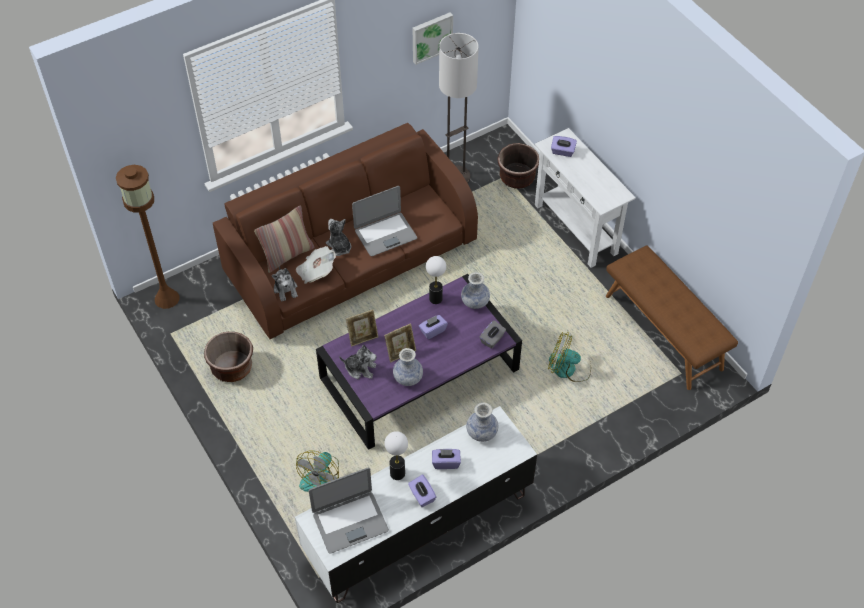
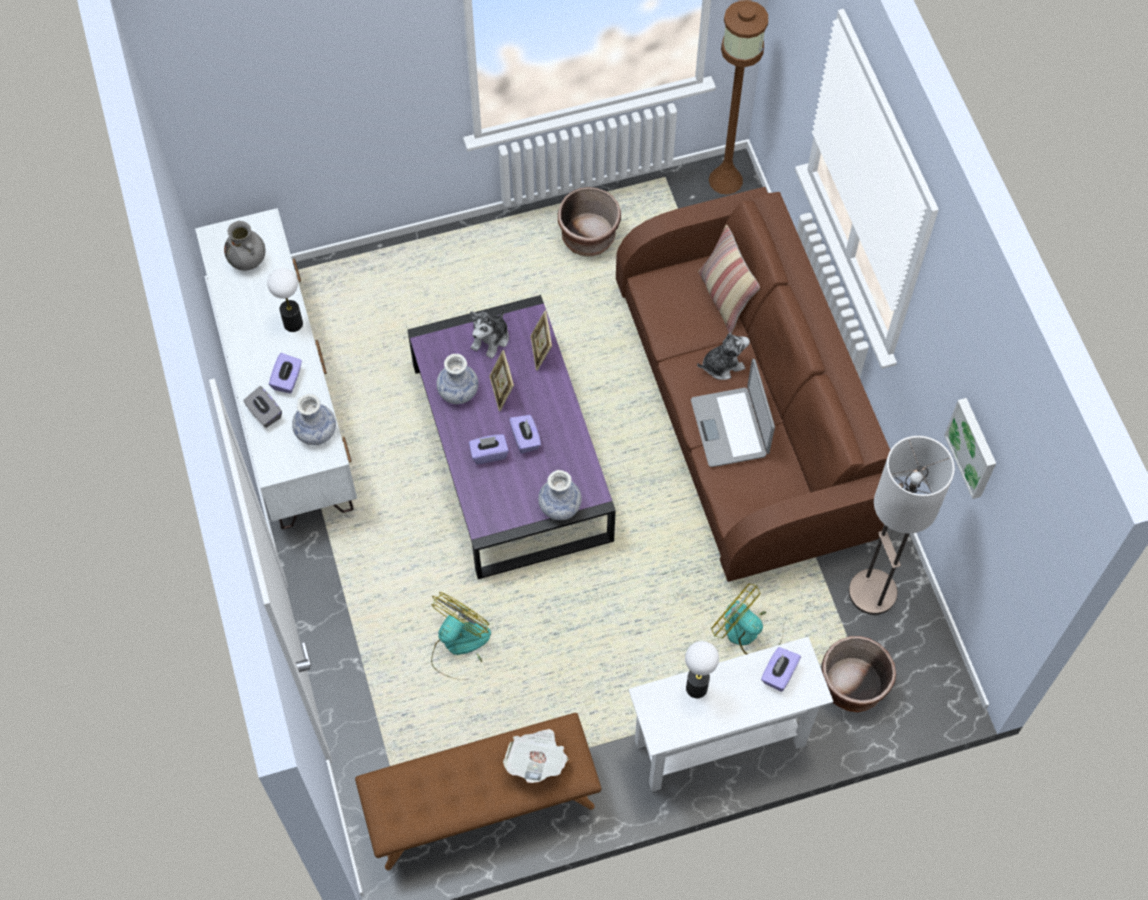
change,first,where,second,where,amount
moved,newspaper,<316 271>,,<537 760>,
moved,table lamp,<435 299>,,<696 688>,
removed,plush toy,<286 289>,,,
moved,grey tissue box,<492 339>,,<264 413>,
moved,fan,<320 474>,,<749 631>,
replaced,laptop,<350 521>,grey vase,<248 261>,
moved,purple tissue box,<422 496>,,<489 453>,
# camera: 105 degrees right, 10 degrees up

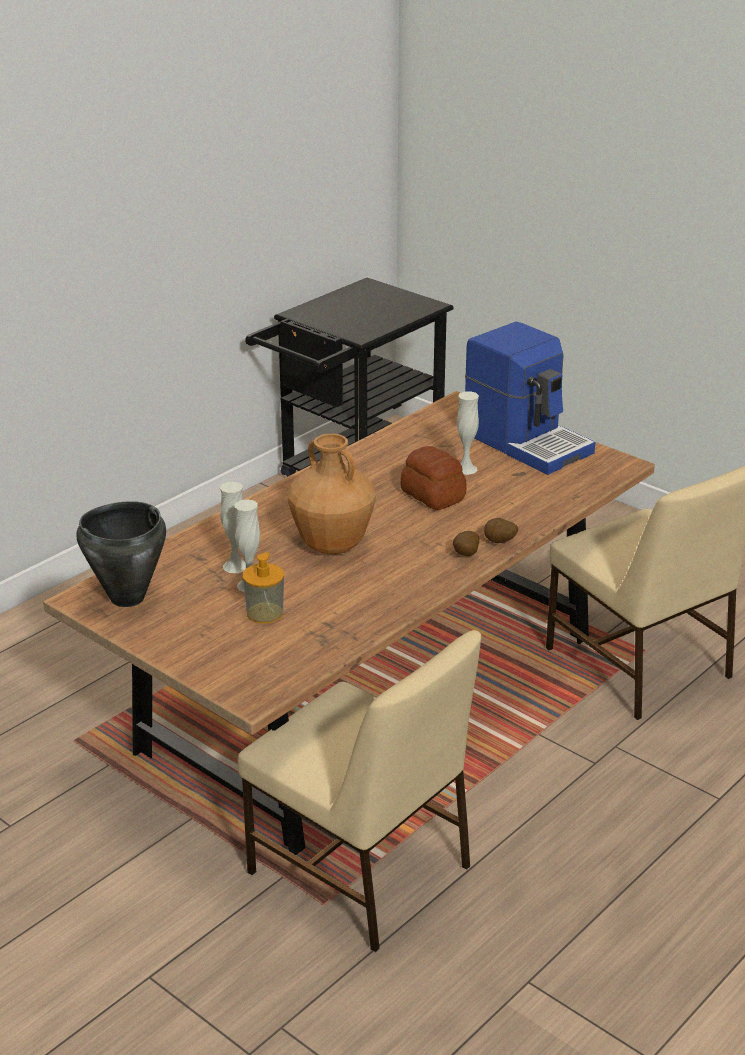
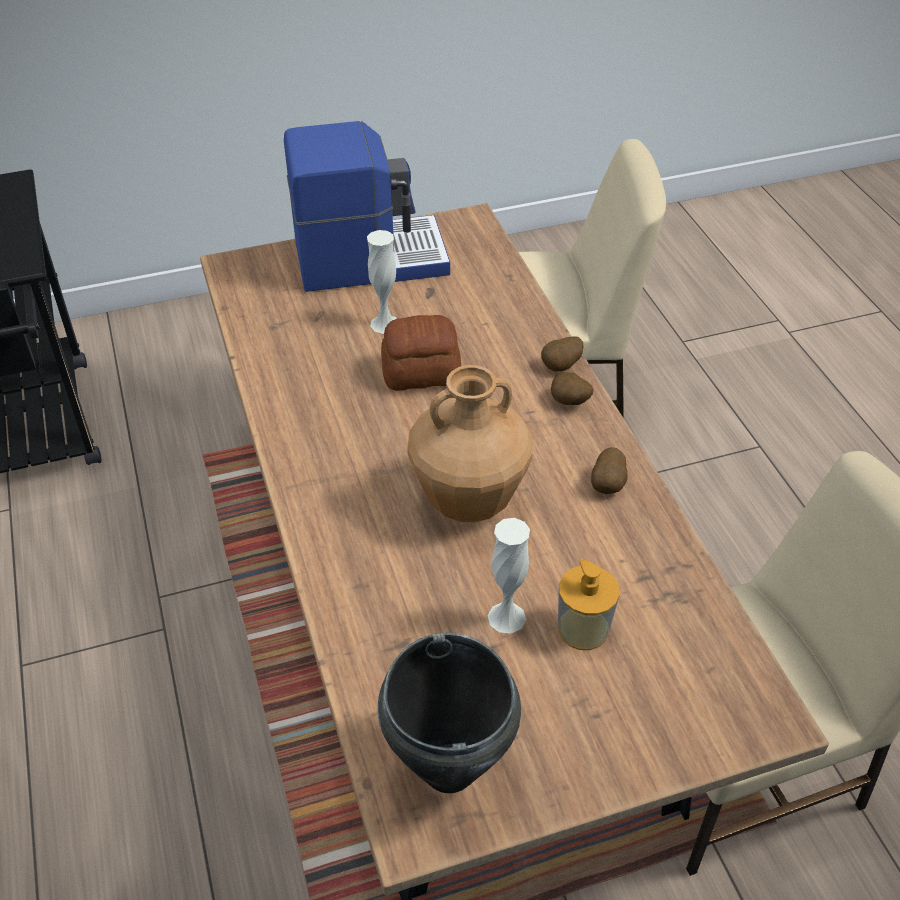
change,first,where,second,where,amount
removed,white vase,<235 566>,,,
added,,,potato,<608 485>,
# camera: 60 degrees left, 15 degrees up

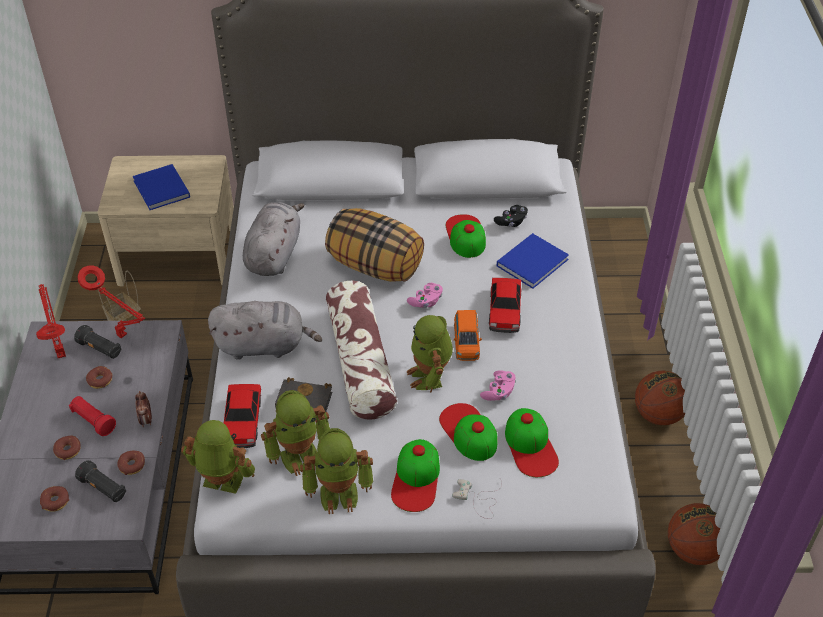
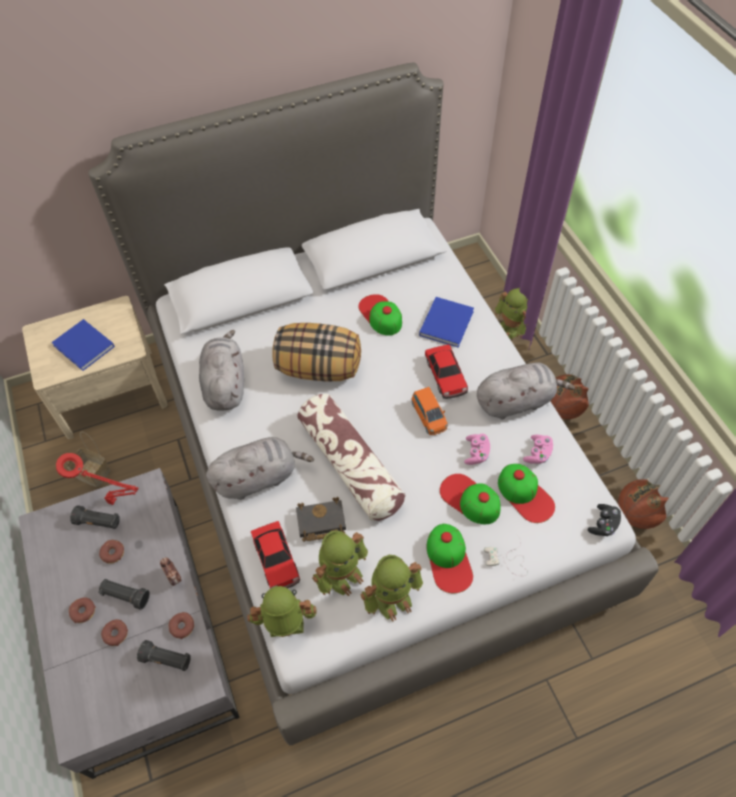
change,first,where,second,where,amount
moved,black game controller,<511 222>,,<603 524>,
moved,pink game controller,<426 301>,,<537 453>,
removed,red table lamp,<61 353>,,,
moved,toy robot,<430 376>,,<510 328>,
recoloured,red flashlight,<93 421>,black flashlight,<126 596>,
moved,donut,<55 501>,,<83 611>,
added,,,grey plush toy,<516 401>,
# camera: 20 degrees left, 10 degrees up

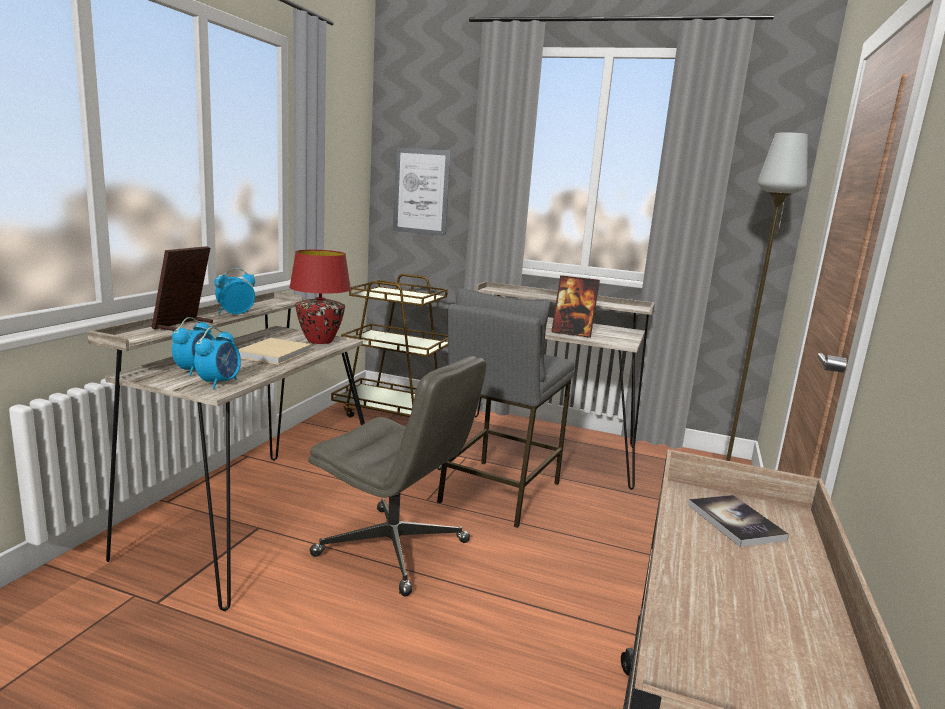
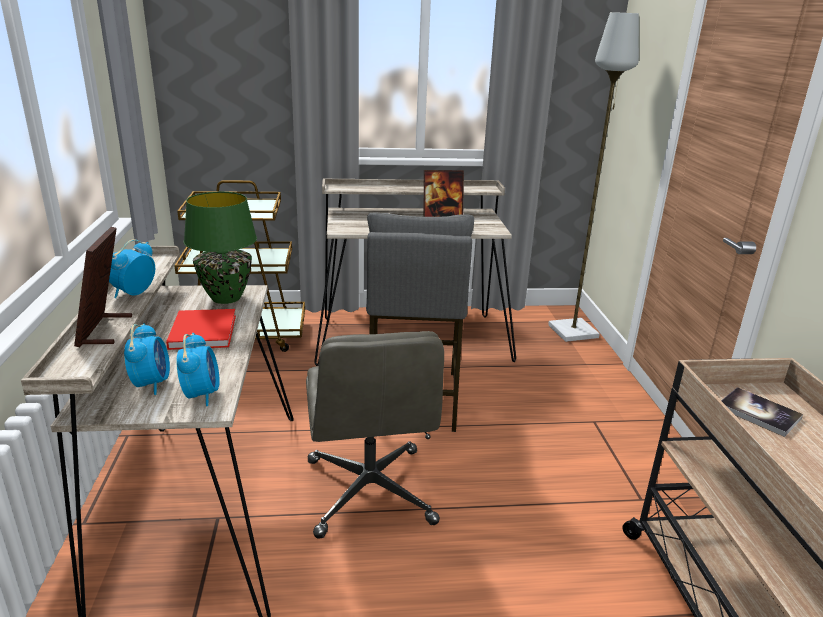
change,first,where,second,where,amount
removed,picture,<421 191>,,,
recoloured,red table lamp,<320 341>,green table lamp,<226 298>,
recoloured,beige book,<275 353>,red book,<203 330>,
turned,grey office chair,<394 549>,,<370 492>,75 degrees clockwise
# camera: 25 degrees left, 10 degrees up

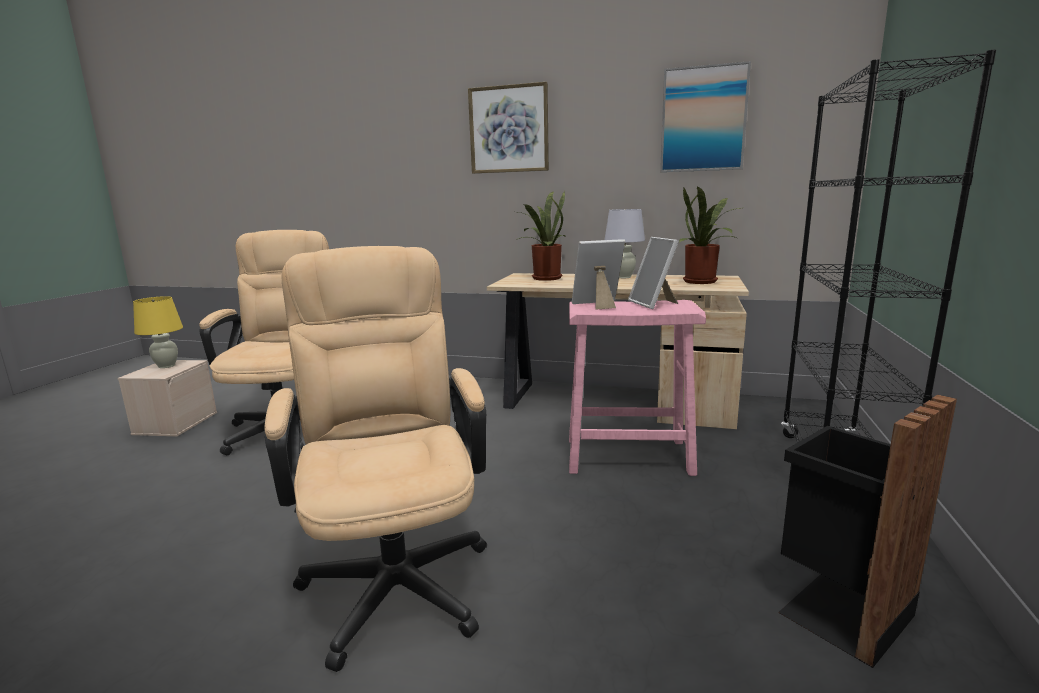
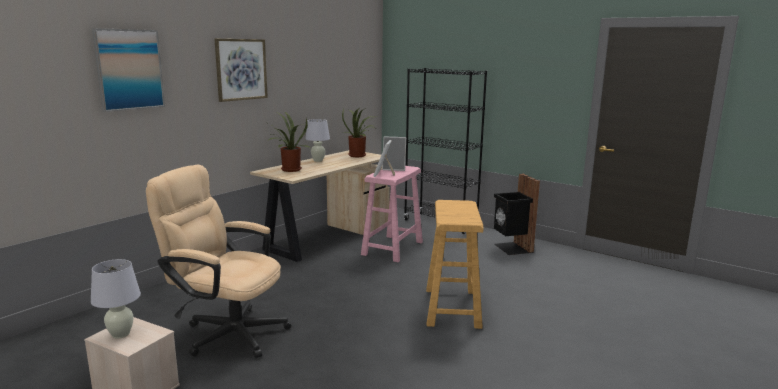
change,first,where,second,where,amount
moved,picture,<703 119>,,<129 69>,
replaced,beige office chair,<396 572>,beige stool,<452 307>,
recoloured,yellow table lamp,<167 366>,white table lamp,<121 334>,
# camera: 70 degrees left, 0 degrees up

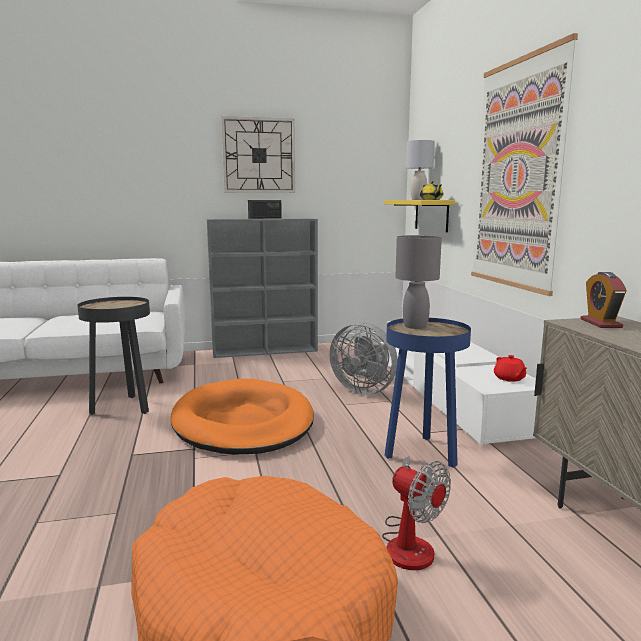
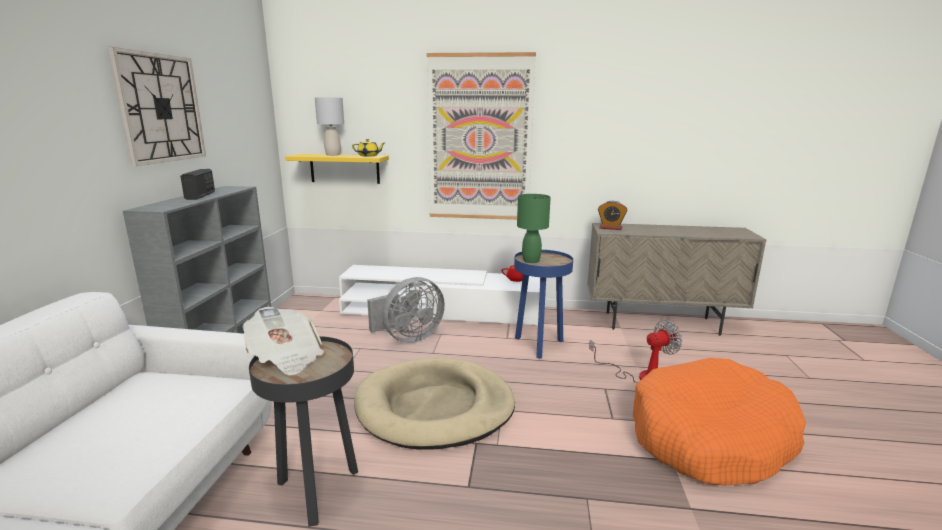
change,first,where,second,where,amount
recoloured,grey table lamp,<415 326>,green table lamp,<531 261>,
recoloured,orange dog bed,<243 423>,beige dog bed,<435 407>,
added,,,newspaper,<286 358>,
# camera: 70 degrees left, 5 degrees up

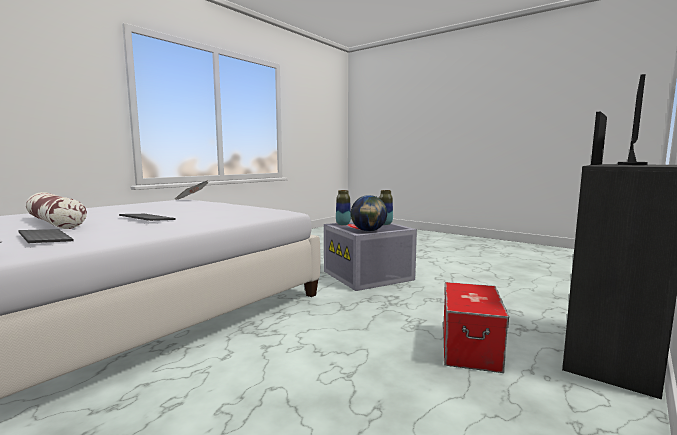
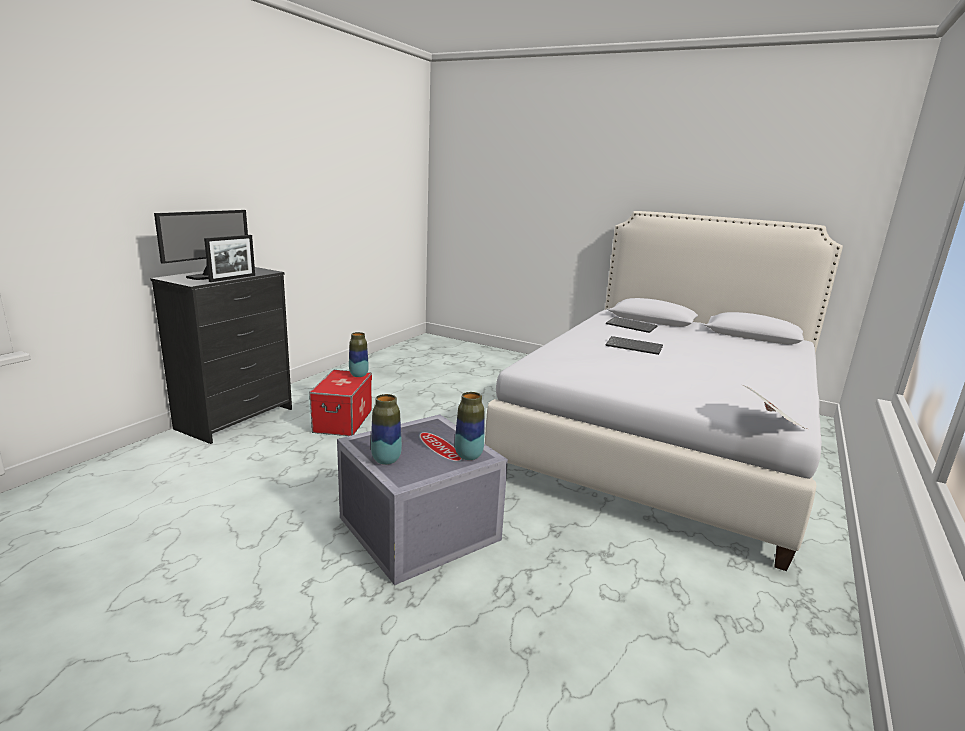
change,first,where,second,where,amount
removed,pillow,<56 223>,,,
removed,globe,<368 231>,,,
added,,,vase,<358 375>,
# camera: 170 degrees right, 10 degrees up

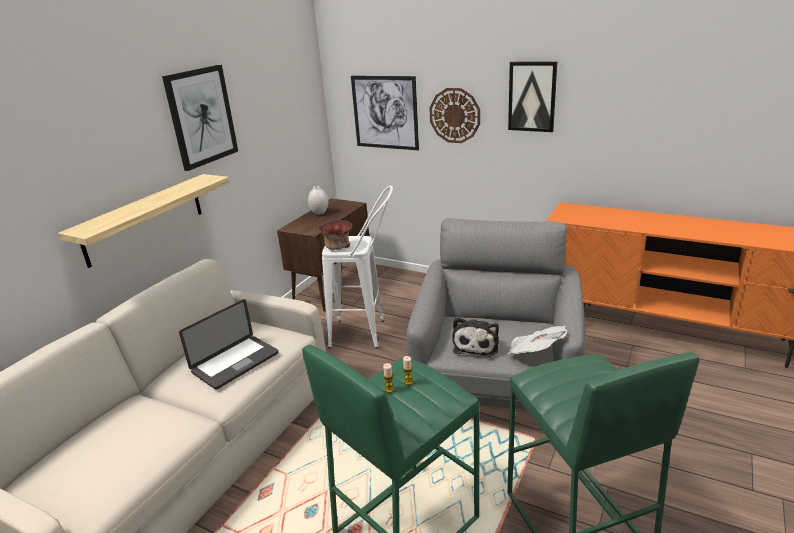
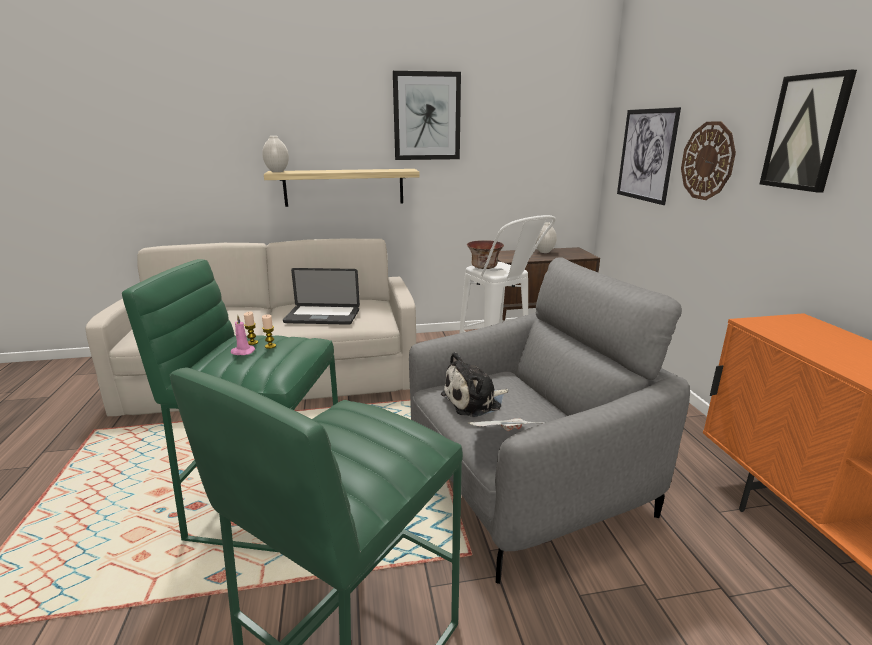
change,first,where,second,where,amount
added,,,white vase,<277 171>,
added,,,pink candle,<242 352>,
# camera: 50 degrees right, 5 degrees down

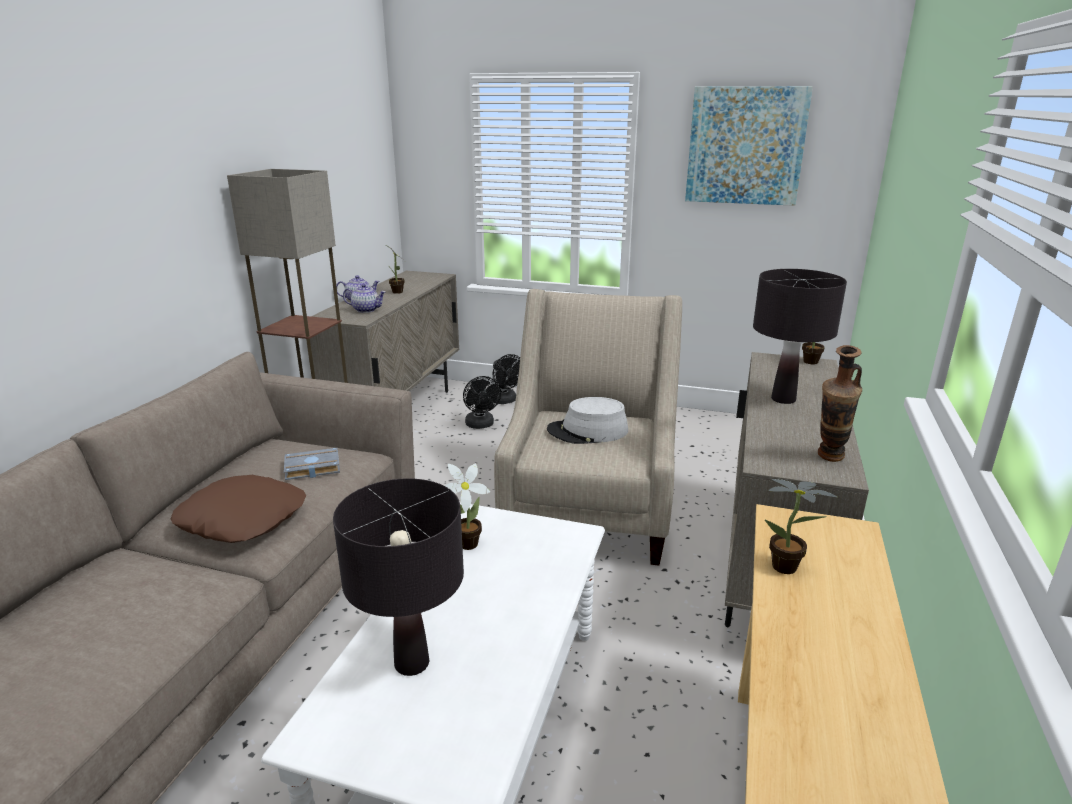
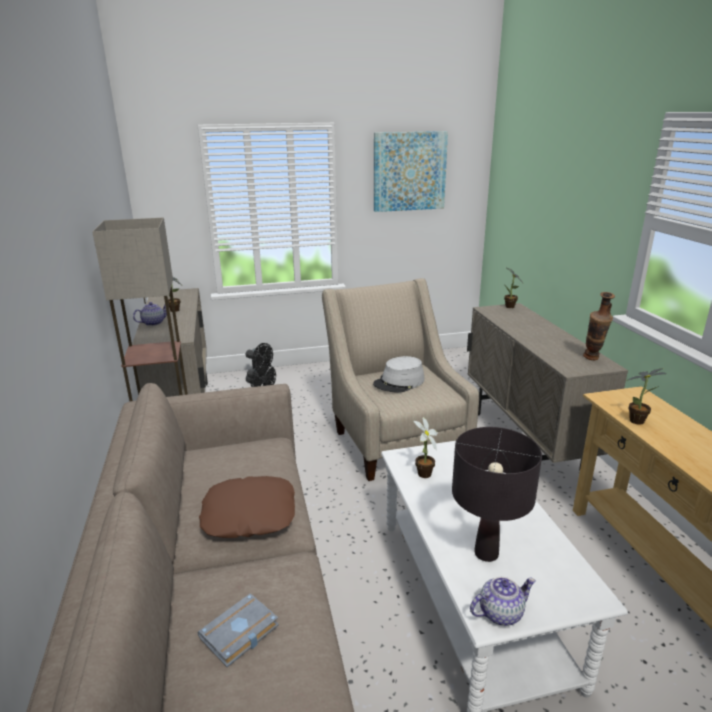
change,first,where,second,where,amount
removed,black table lamp,<783 399>,,,
moved,teapot,<366 310>,,<500 612>,
moved,grey book,<311 469>,,<239 634>,
# camera: 30 degrees left, 0 degrees up

